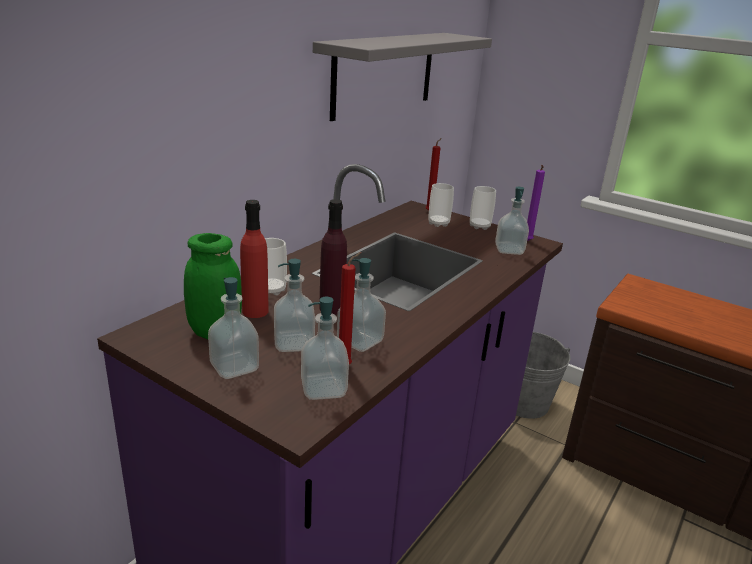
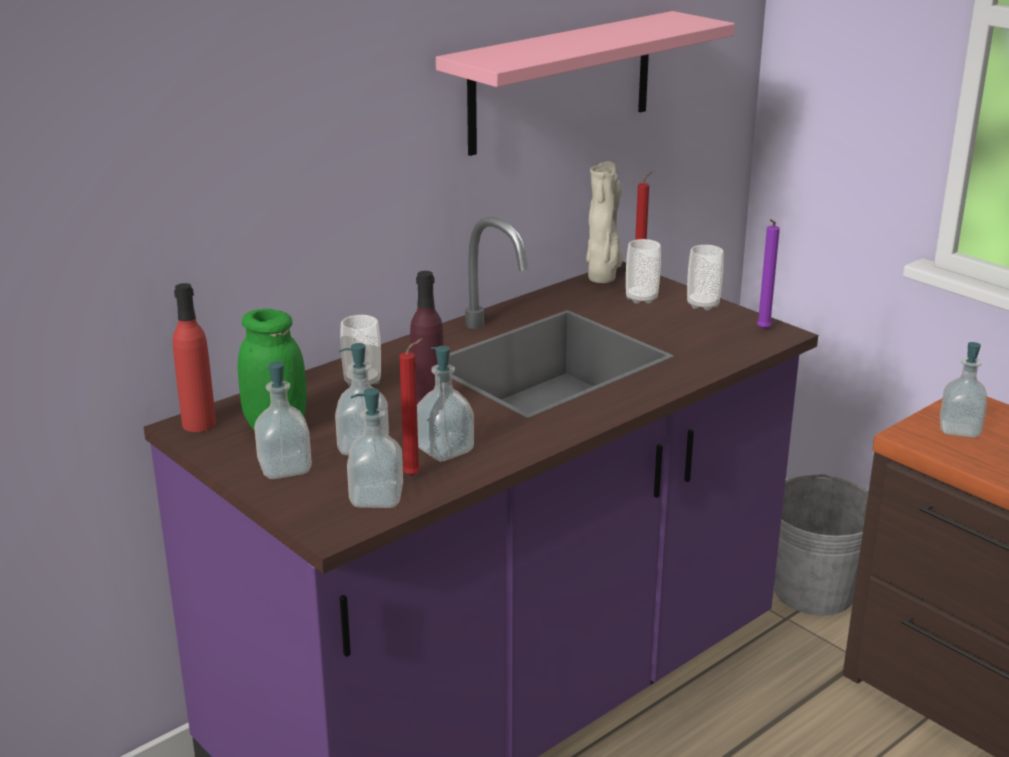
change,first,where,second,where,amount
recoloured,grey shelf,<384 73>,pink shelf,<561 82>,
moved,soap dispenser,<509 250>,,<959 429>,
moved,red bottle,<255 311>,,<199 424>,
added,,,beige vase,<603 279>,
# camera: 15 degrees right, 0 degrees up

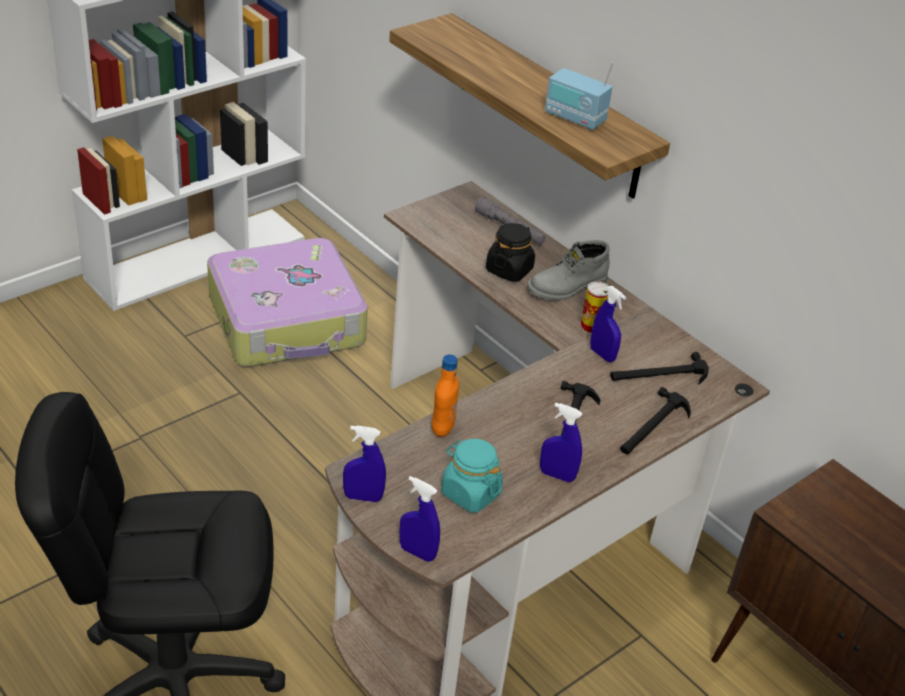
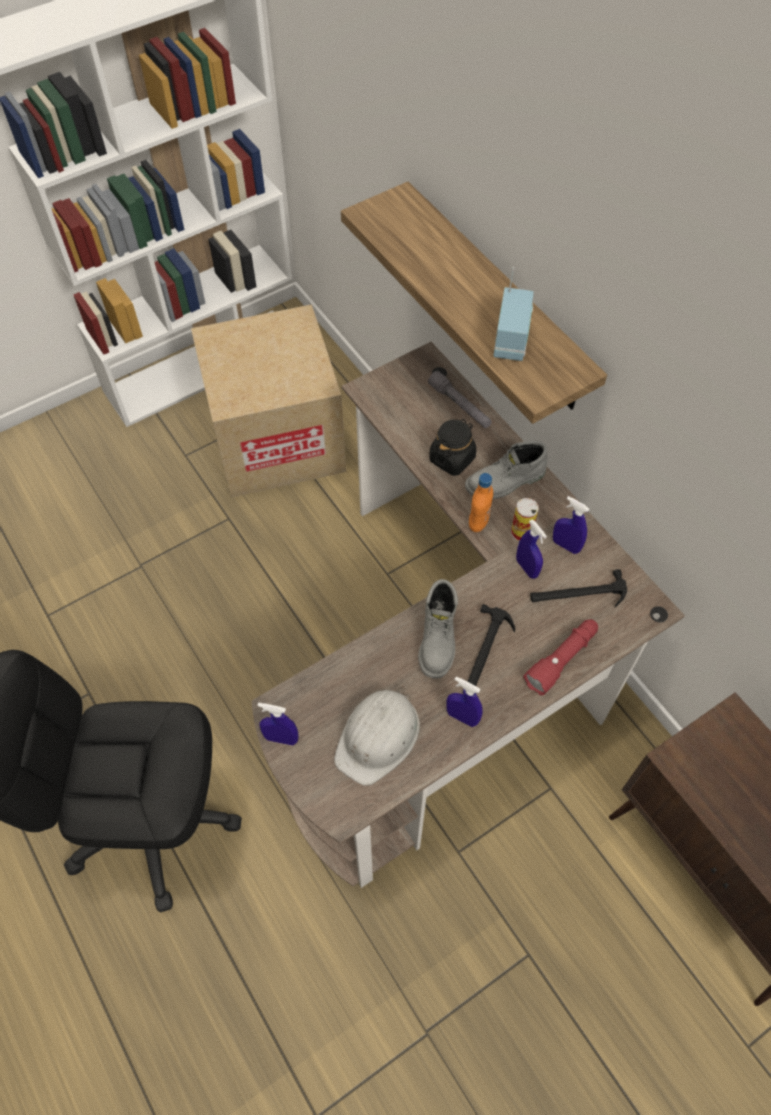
change,first,where,second,where,amount
turned,radio,<574 118>,,<511 340>,120 degrees counterclockwise
replaced,suitcase,<288 321>,cardboard box,<276 439>,
moved,orange bottle,<442 428>,,<478 522>,
replaced,hammer,<652 426>,red flashlight,<562 659>,
replaced,turquoise jar,<470 493>,white hard hat,<379 736>,
moved,blue spray bottle,<417 552>,,<565 545>,
added,,,grey boot,<438 638>,
# camera: 10 degrees right, 20 degrees up

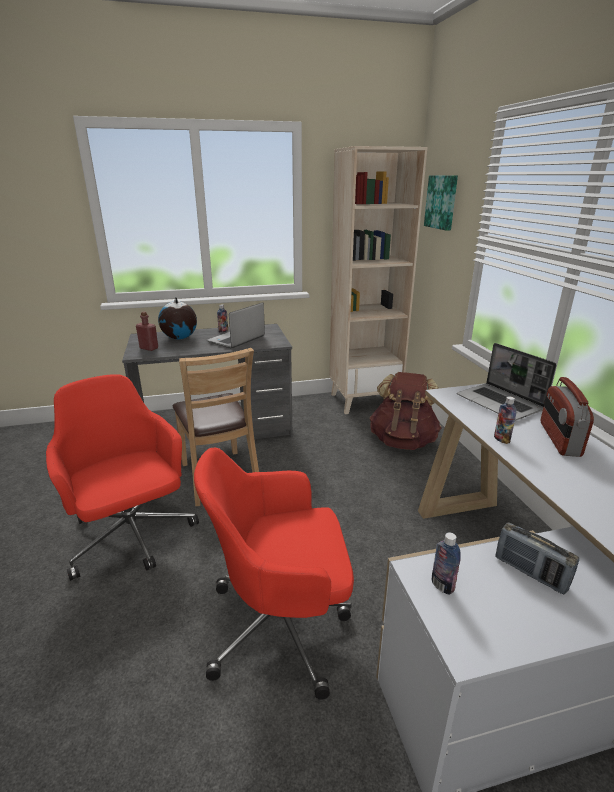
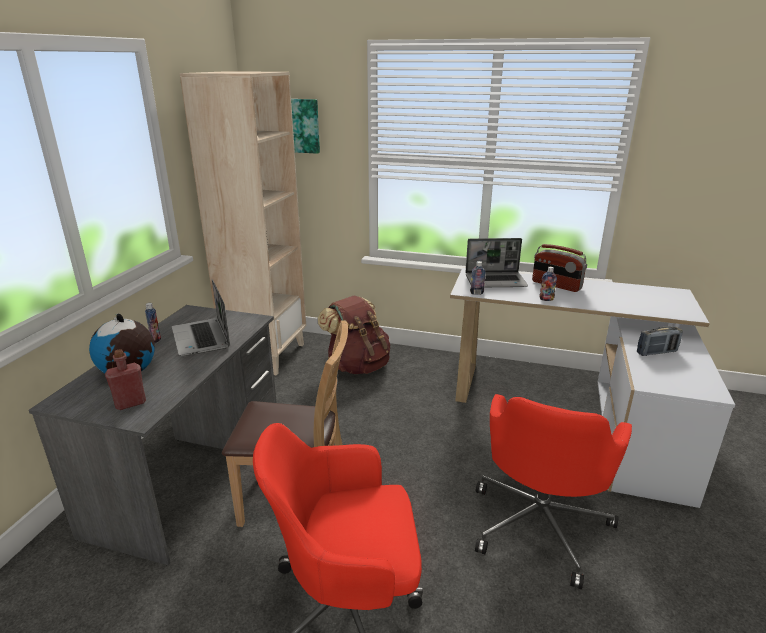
change,first,where,second,where,amount
moved,bottle,<442 585>,,<476 293>,
# camera: 60 degrees left, 0 degrees up

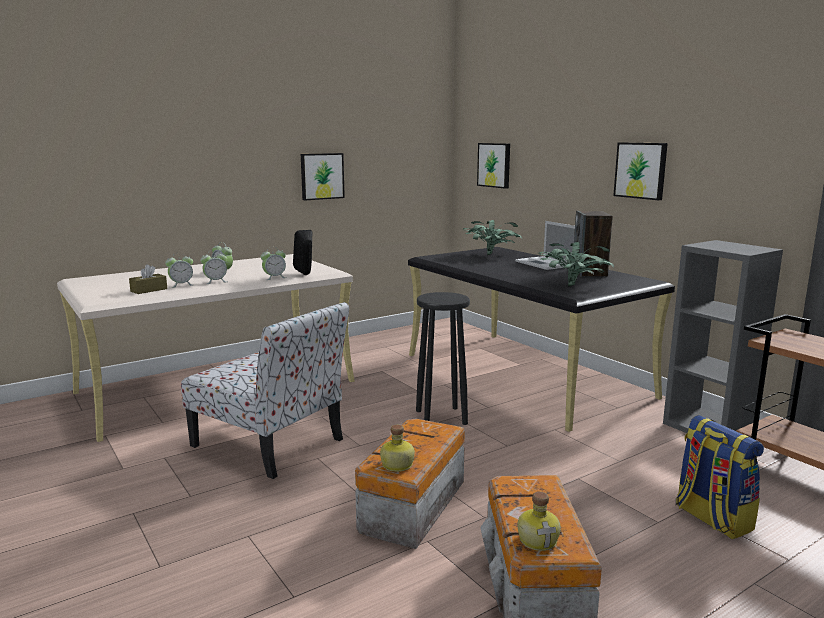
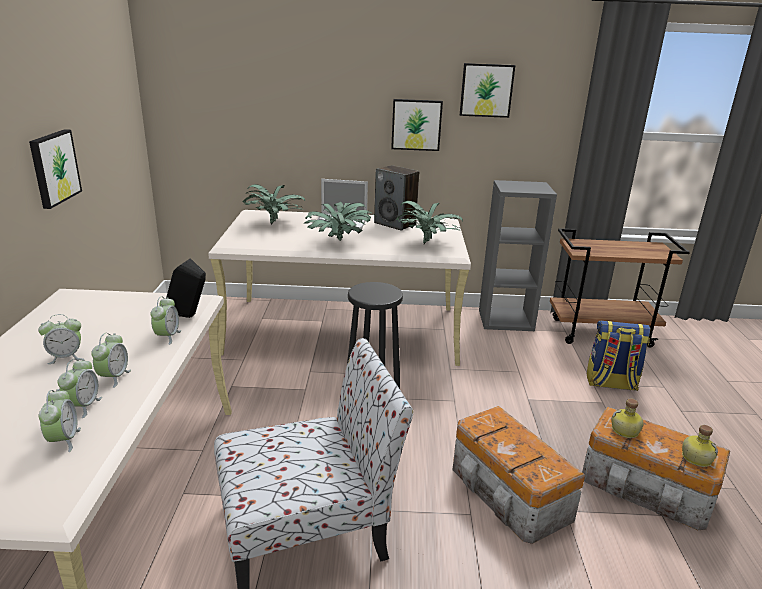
change,first,where,second,where,amount
moved,picture,<494 165>,,<486 90>,
recoloured,black desk,<525 375>,beige desk,<345 330>,
replaced,brown tissue box,<149 290>,alarm clock,<64 440>,
moved,bottle,<396 465>,,<625 431>,
added,,,potted plant,<338 242>,
# camera: 55 degrees left, 10 degrees up

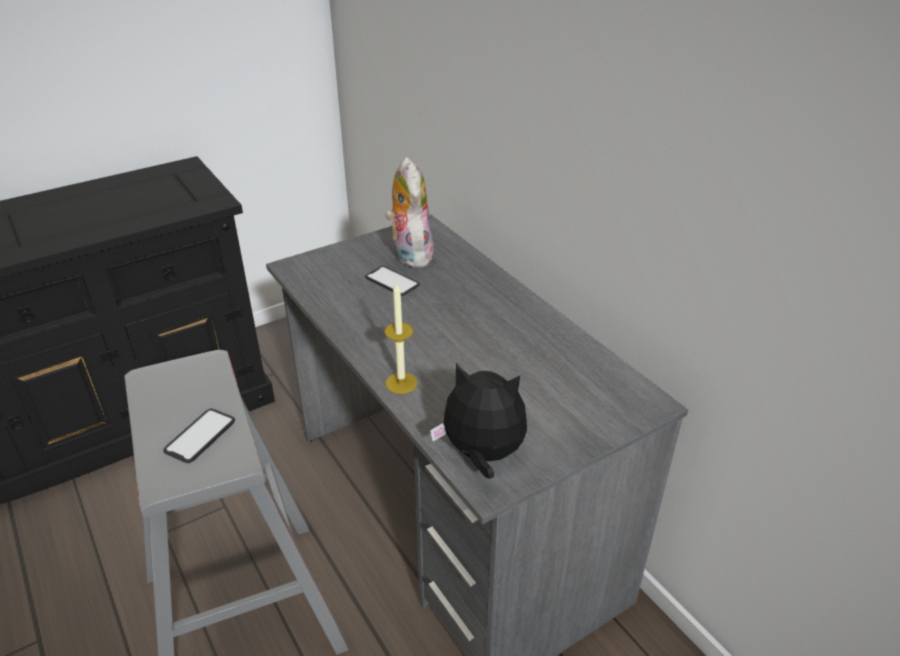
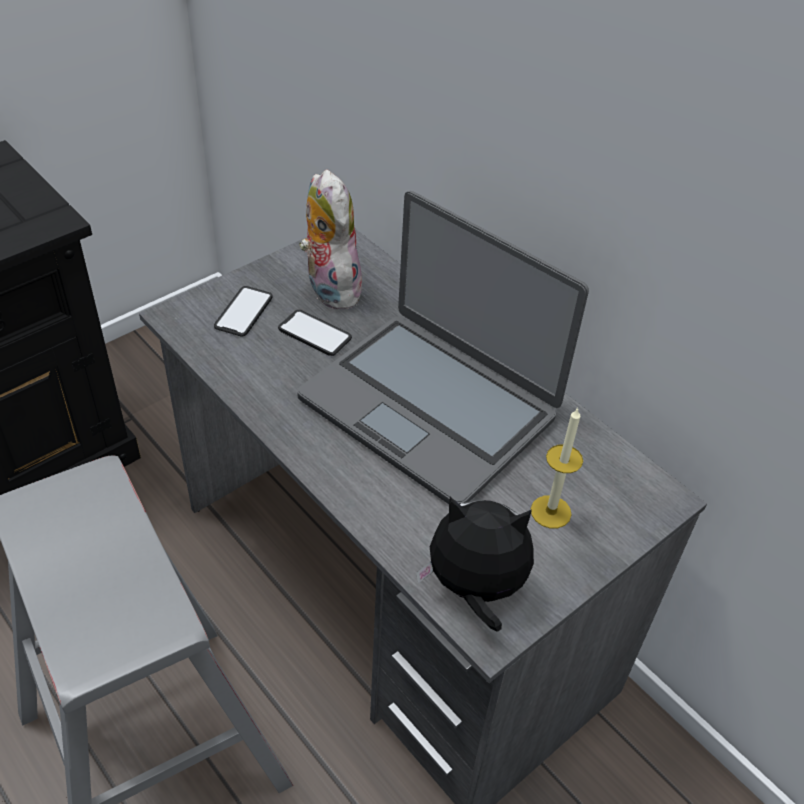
change,first,where,second,where,amount
moved,candle,<401 383>,,<550 512>,
moved,phone,<200 436>,,<244 312>,
added,,,laptop,<429 406>,
# camera: 10 degrees left, 10 degrees up

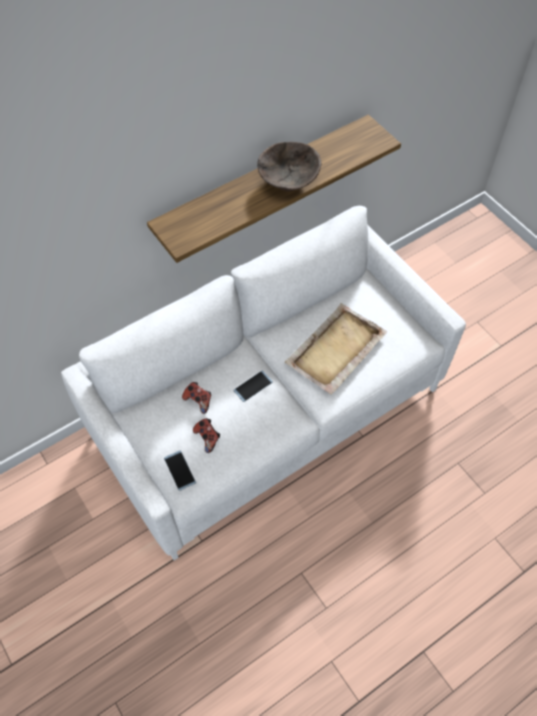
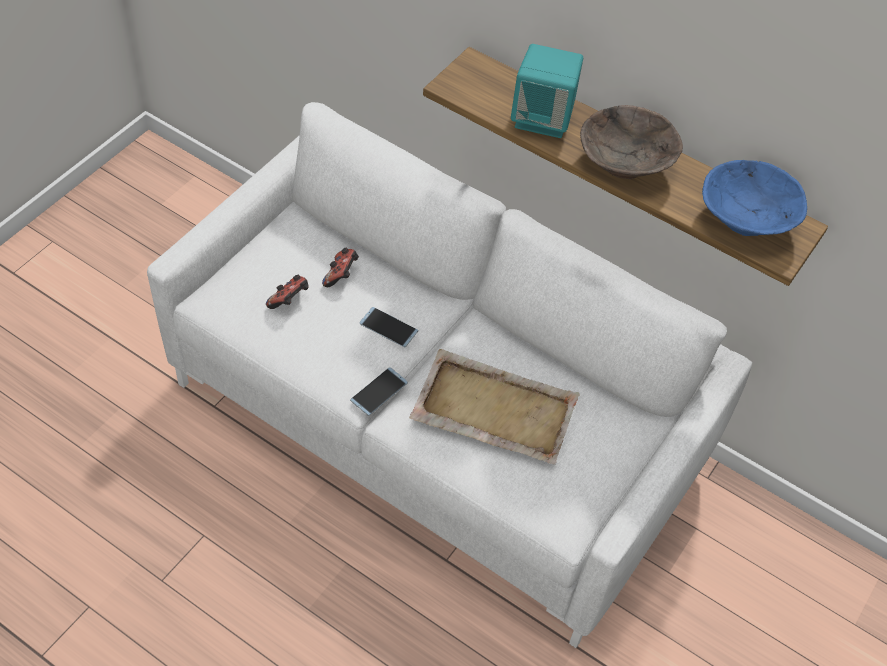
change,first,where,second,where,amount
moved,phone,<179 470>,,<379 391>,
added,,,turquoise speaker,<542 119>,
added,,,blue bowl,<747 220>,
# camera: 65 degrees right, 5 degrees down

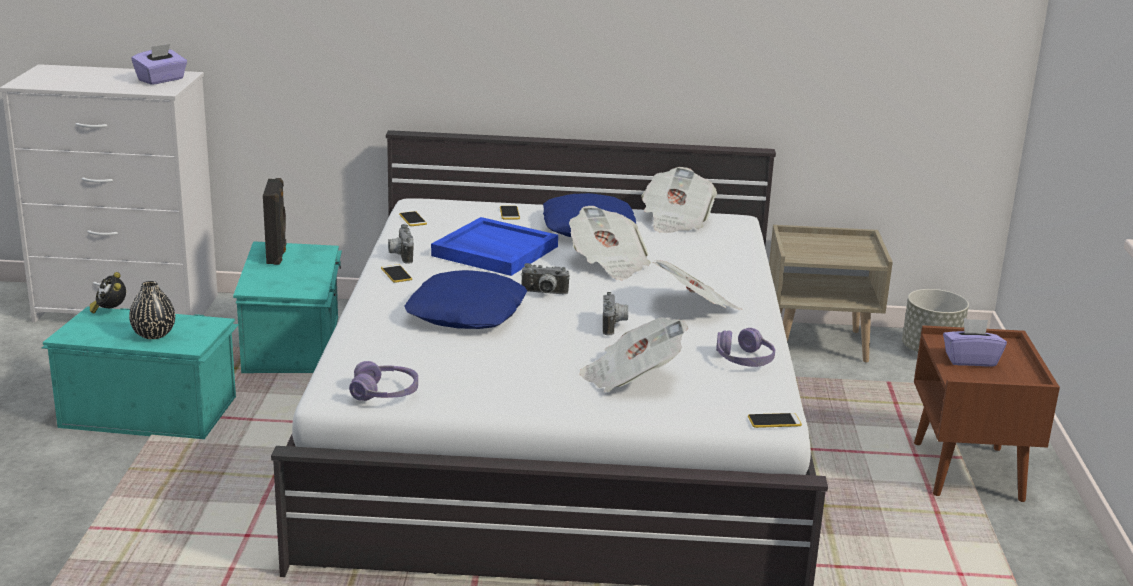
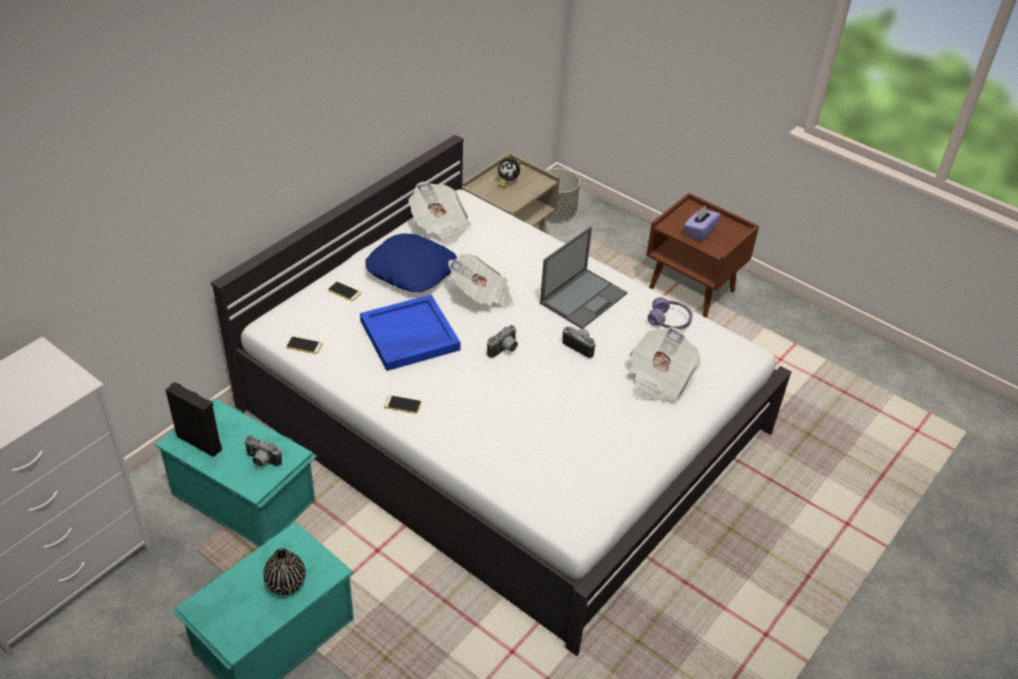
change,first,where,second,where,amount
removed,purple tissue box,<161 80>,,,
moved,photo camera,<400 255>,,<261 461>,
replaced,newspaper,<695 308>,laptop,<583 298>,
removed,blue pillow,<467 313>,,,
moved,alarm clock,<110 311>,,<507 181>,
removed,purple headphones,<385 393>,,,
removed,phone,<774 421>,,,
# camera: 55 degrees left, 20 degrees up

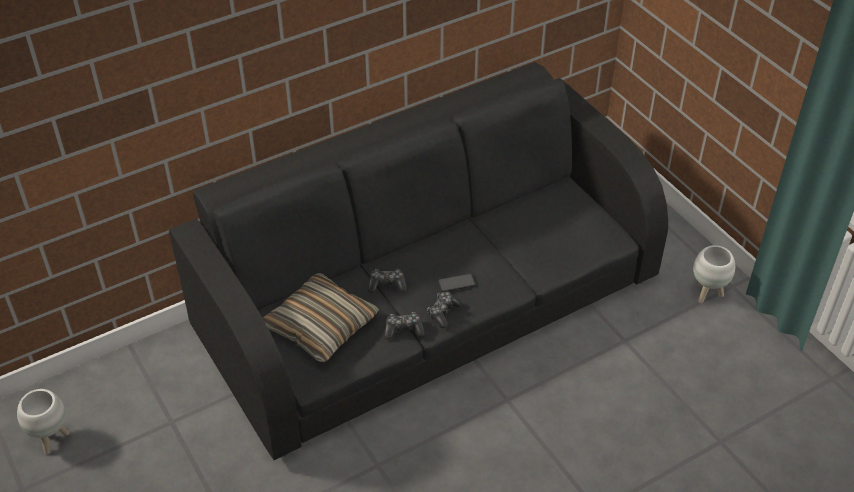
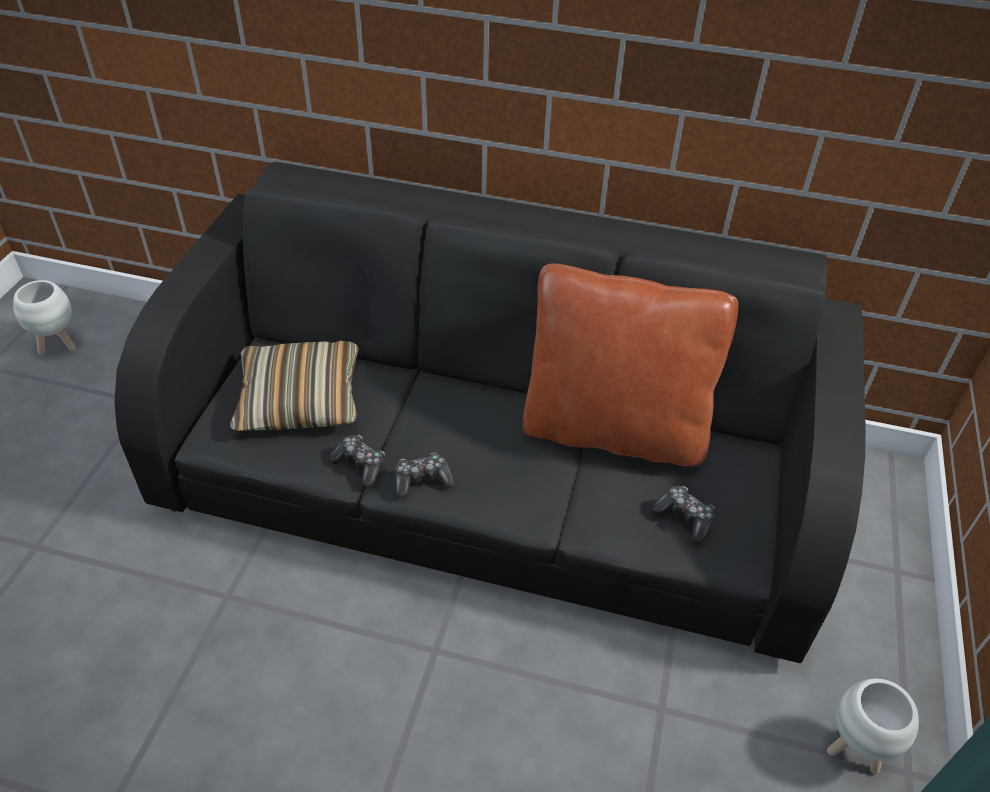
change,first,where,second,where,amount
moved,game controller,<387 285>,,<685 517>,
removed,phone,<456 283>,,,
added,,,brown pillow,<613 430>,
# camera: 45 degrees right, 0 degrees up

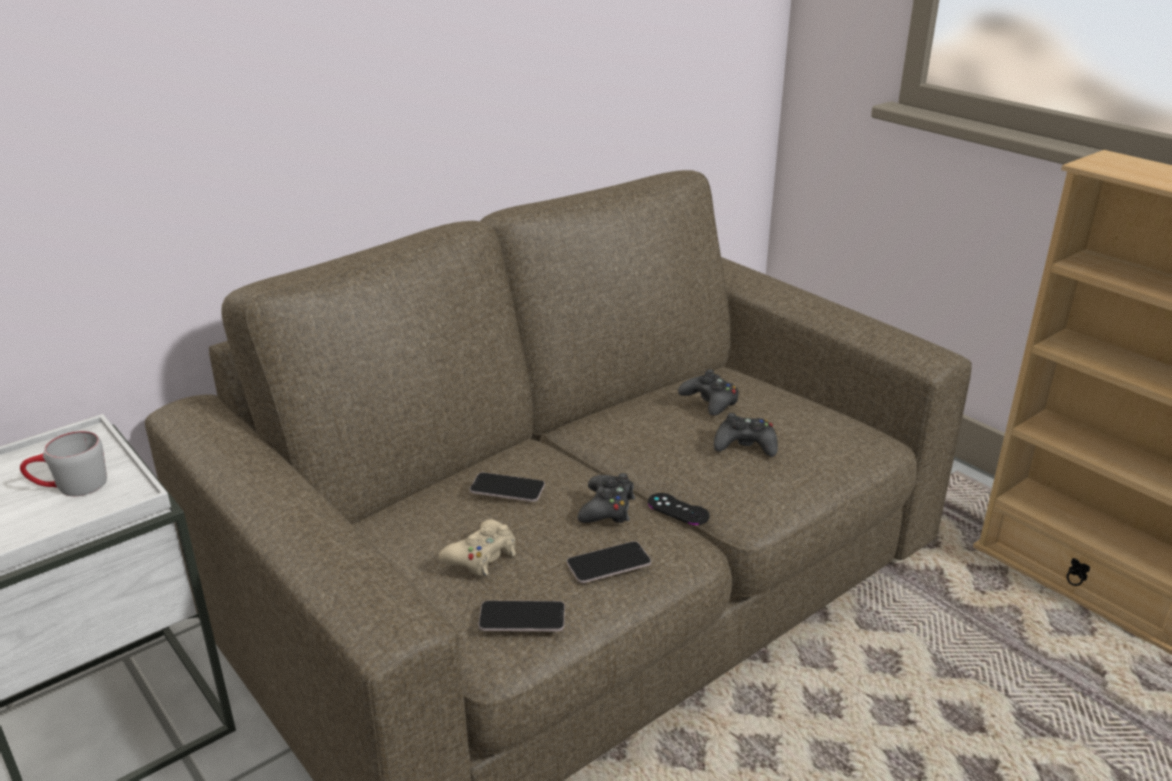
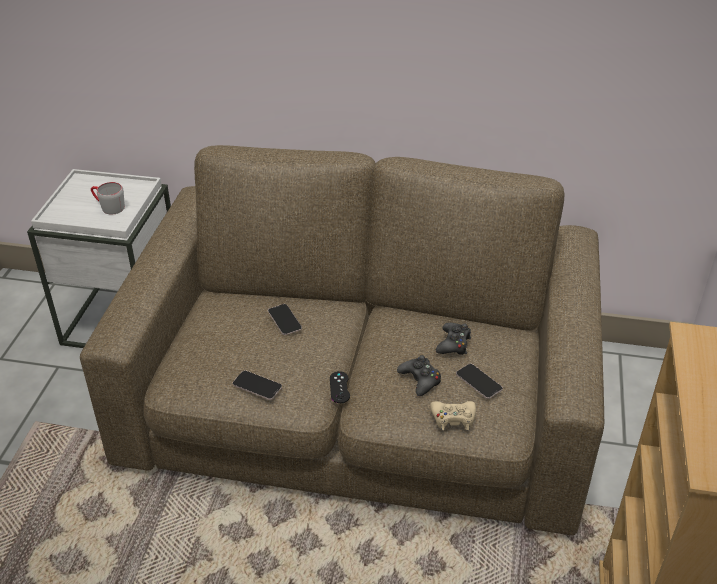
change,first,where,second,where,amount
removed,black game controller,<607 508>,,,
moved,beige game controller,<481 556>,,<453 418>,
moved,phone,<522 617>,,<479 381>,
# camera: 50 degrees right, 10 degrees up

